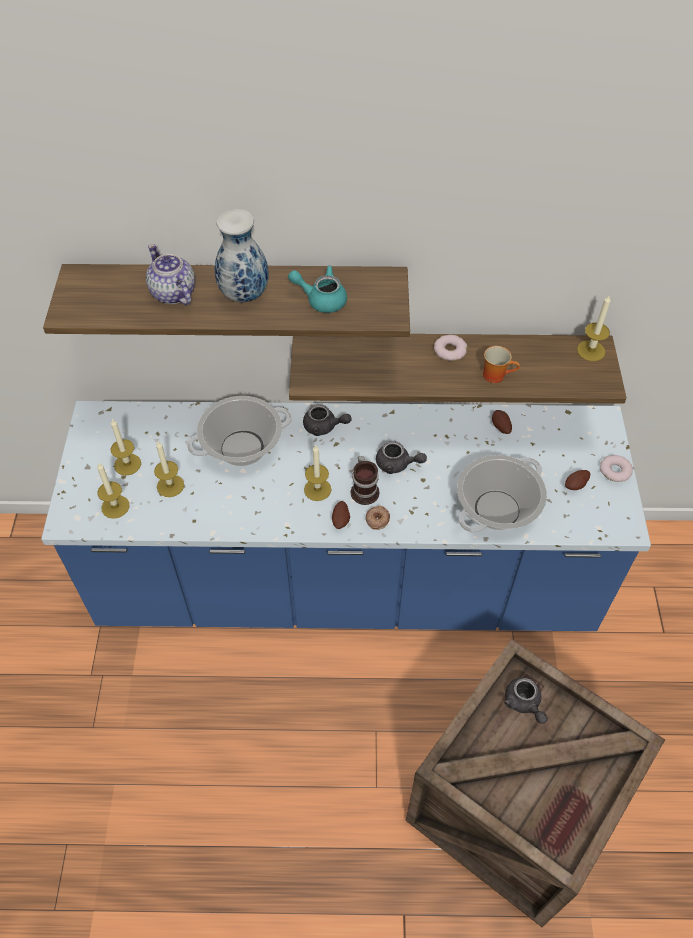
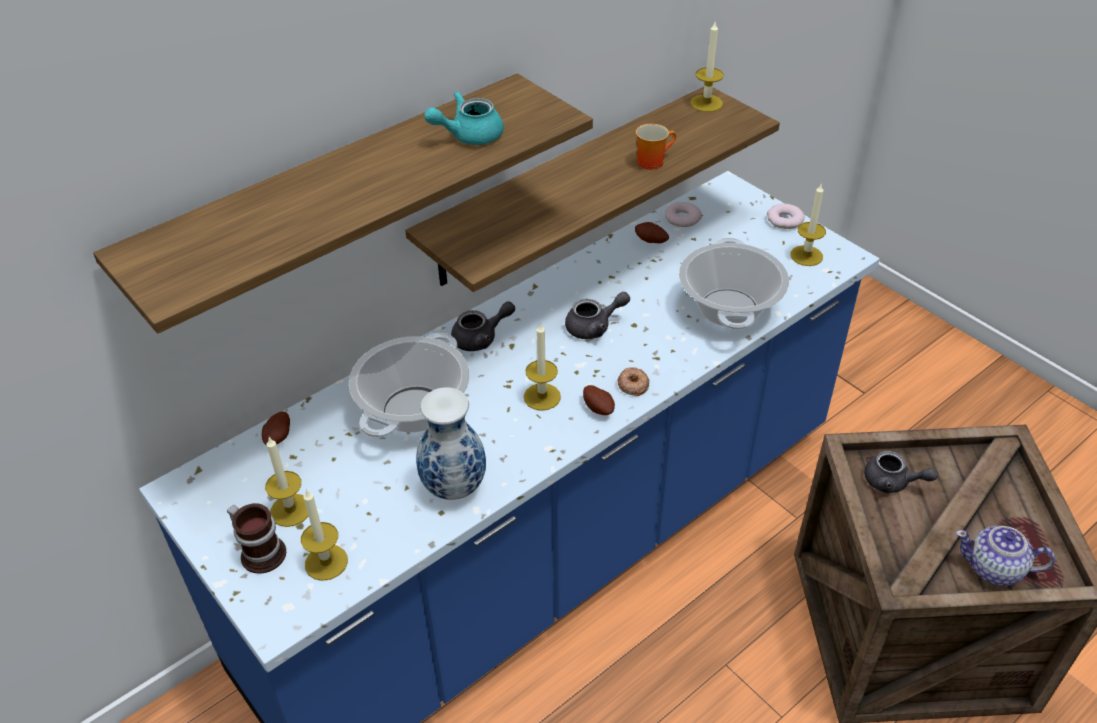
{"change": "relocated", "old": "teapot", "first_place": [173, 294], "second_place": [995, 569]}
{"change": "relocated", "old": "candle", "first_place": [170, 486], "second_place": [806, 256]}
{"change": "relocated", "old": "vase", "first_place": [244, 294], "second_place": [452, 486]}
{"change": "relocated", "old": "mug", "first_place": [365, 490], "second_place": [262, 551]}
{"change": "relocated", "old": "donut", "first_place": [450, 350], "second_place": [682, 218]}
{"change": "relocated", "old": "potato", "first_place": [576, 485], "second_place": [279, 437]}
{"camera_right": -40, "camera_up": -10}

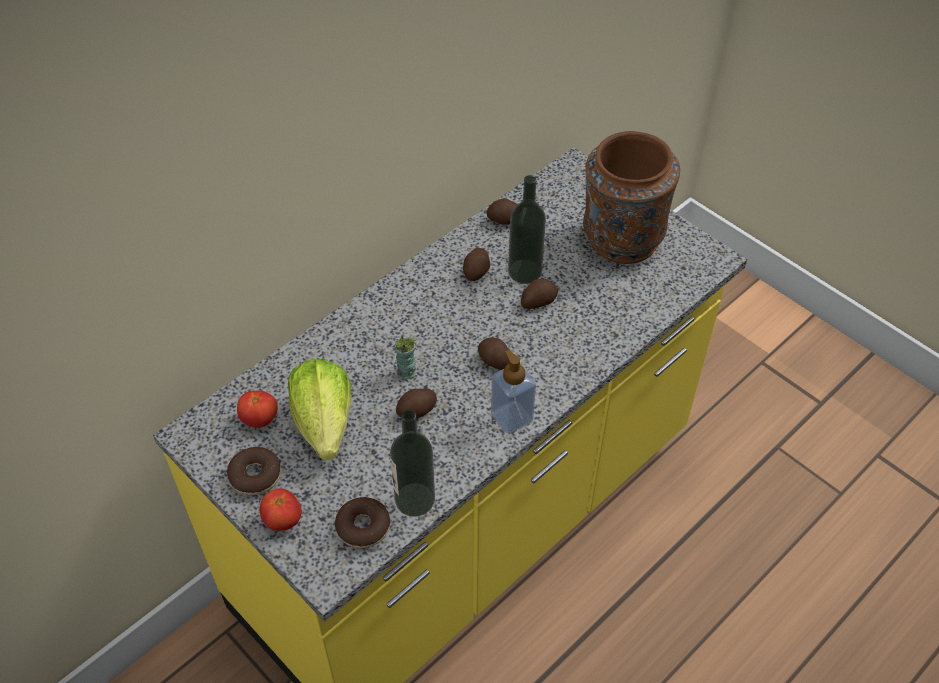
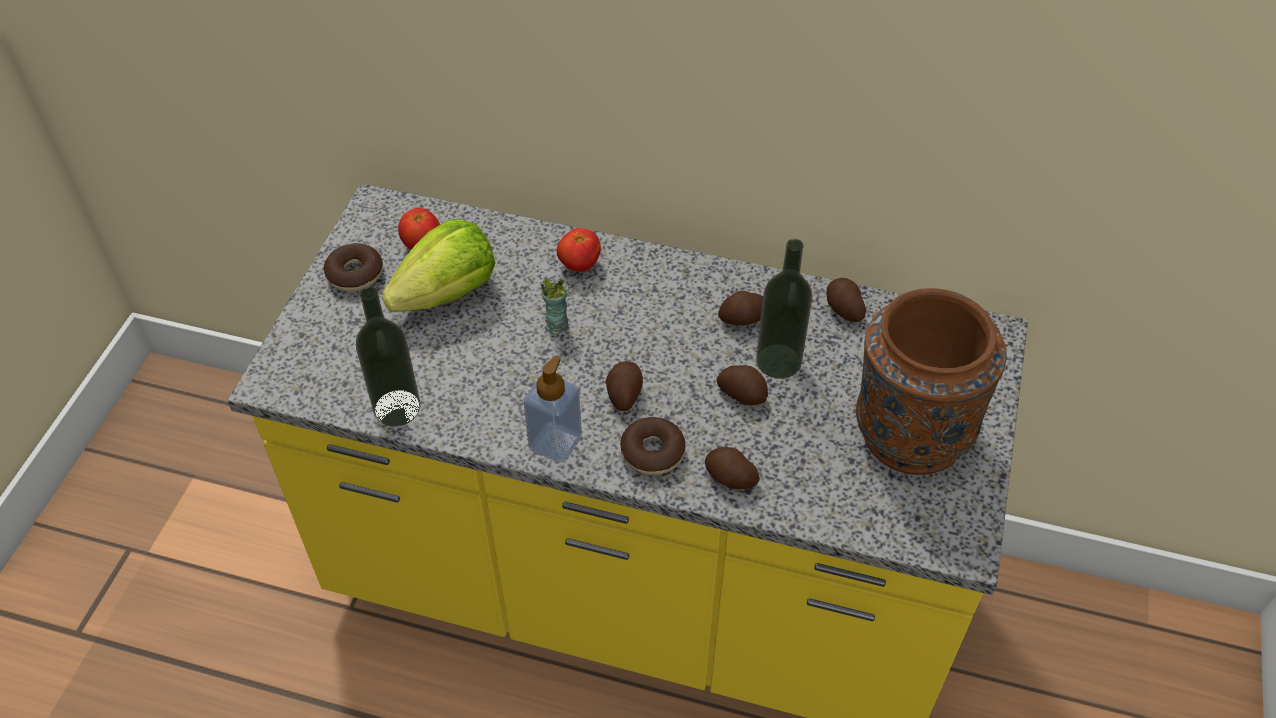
{"change": "relocated", "old": "tomato", "first_place": [283, 520], "second_place": [579, 264]}
{"change": "relocated", "old": "donut", "first_place": [363, 527], "second_place": [652, 452]}
{"change": "relocated", "old": "potato", "first_place": [417, 411], "second_place": [730, 478]}
{"camera_right": 60, "camera_up": 0}

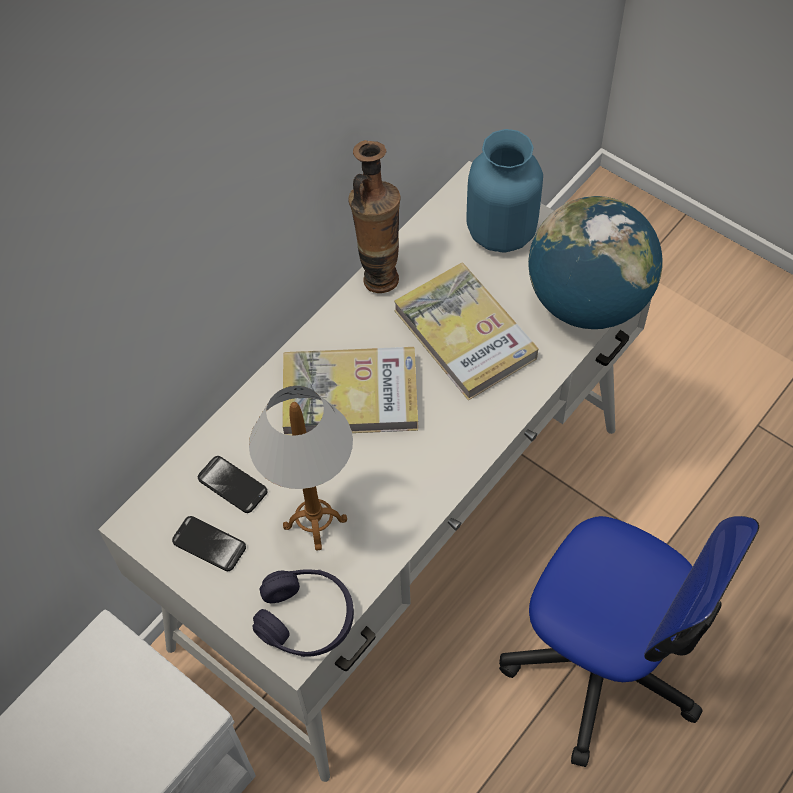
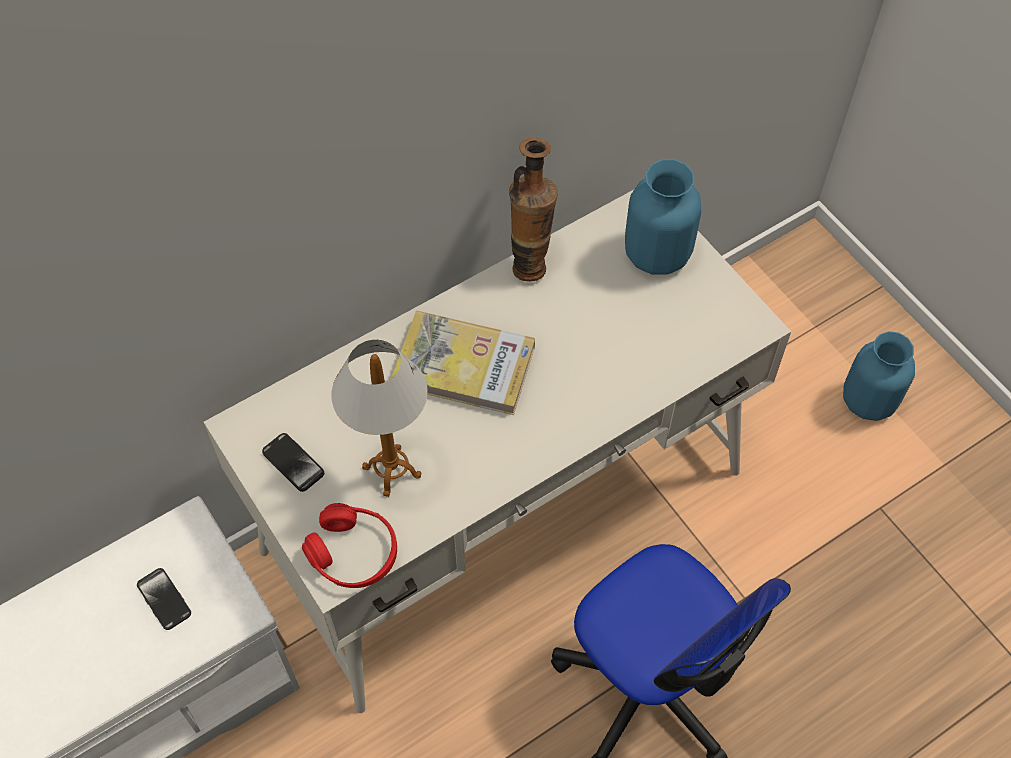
{"change": "relocated", "old": "phone", "first_place": [232, 485], "second_place": [164, 599]}
{"change": "colour", "old": "purple headphones", "new": "red headphones", "first_place": [306, 618], "second_place": [353, 553]}
{"change": "missing", "old": "book", "first_place": [465, 334]}
{"change": "missing", "old": "globe", "first_place": [587, 301]}
{"change": "appeared", "new": "blue vase", "second_place": [868, 400]}
{"camera_right": 15, "camera_up": 0}

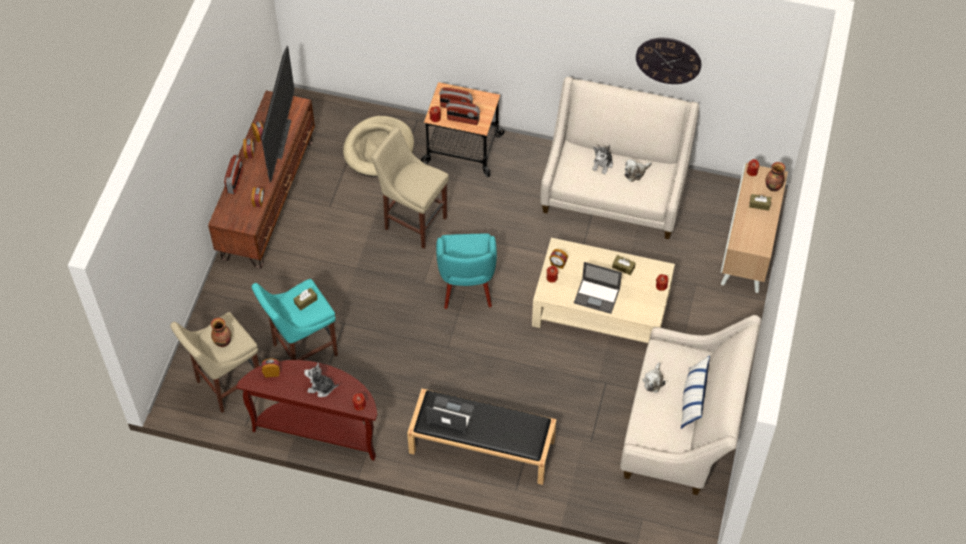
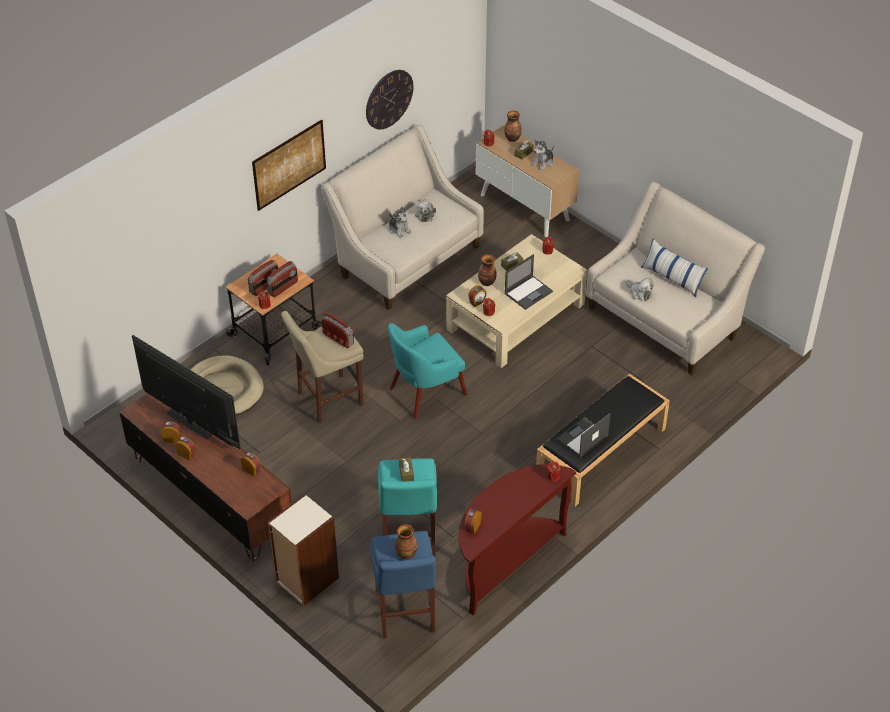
{"change": "colour", "old": "beige stool", "new": "blue stool", "first_place": [226, 385], "second_place": [405, 616]}
{"change": "relocated", "old": "radio", "first_place": [235, 181], "second_place": [338, 338]}
{"change": "relocated", "old": "plush toy", "first_place": [321, 388], "second_place": [543, 162]}
{"change": "spun", "old": "turquoise armchair", "first_place": [466, 285], "second_place": [425, 392], "degrees": 120}
{"change": "appeared", "new": "picture", "second_place": [289, 164]}
{"change": "appeared", "new": "bookcase", "second_place": [306, 580]}
{"change": "appeared", "new": "vase", "second_place": [486, 282]}
{"camera_right": -60, "camera_up": -10}

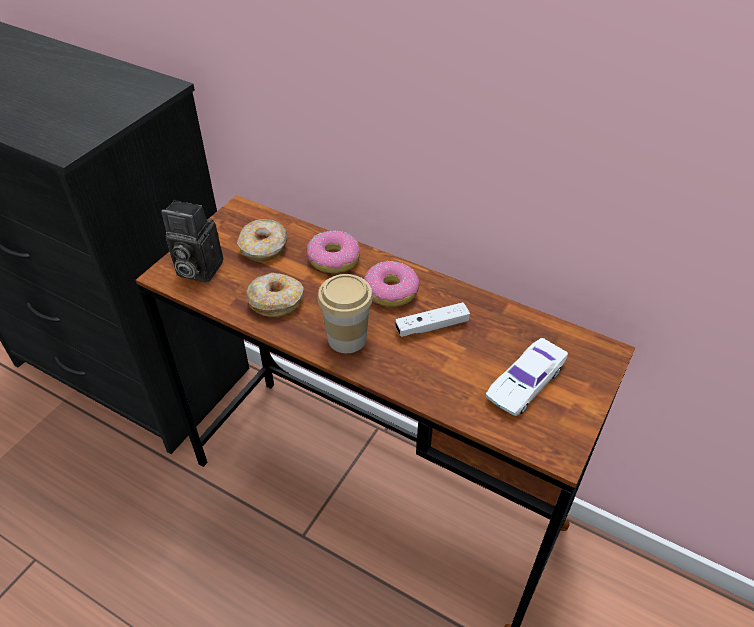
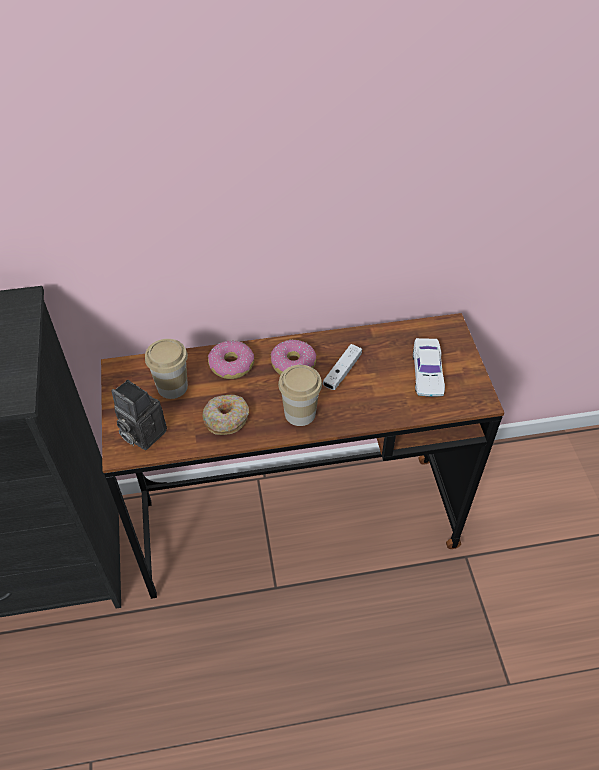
{"change": "spun", "old": "photo camera", "first_place": [196, 269], "second_place": [141, 433], "degrees": 60}
{"change": "exchanged", "old": "donut", "new": "cup", "first_place": [264, 248], "second_place": [172, 386]}
{"camera_right": -40, "camera_up": 5}

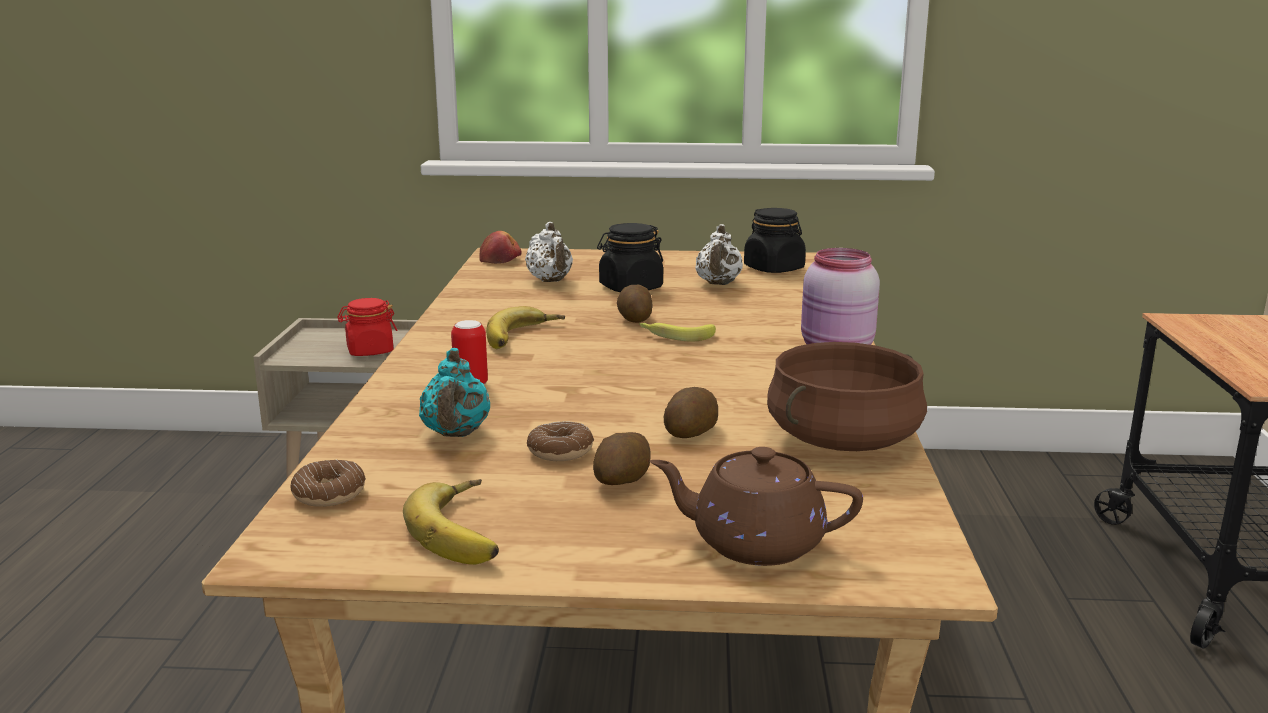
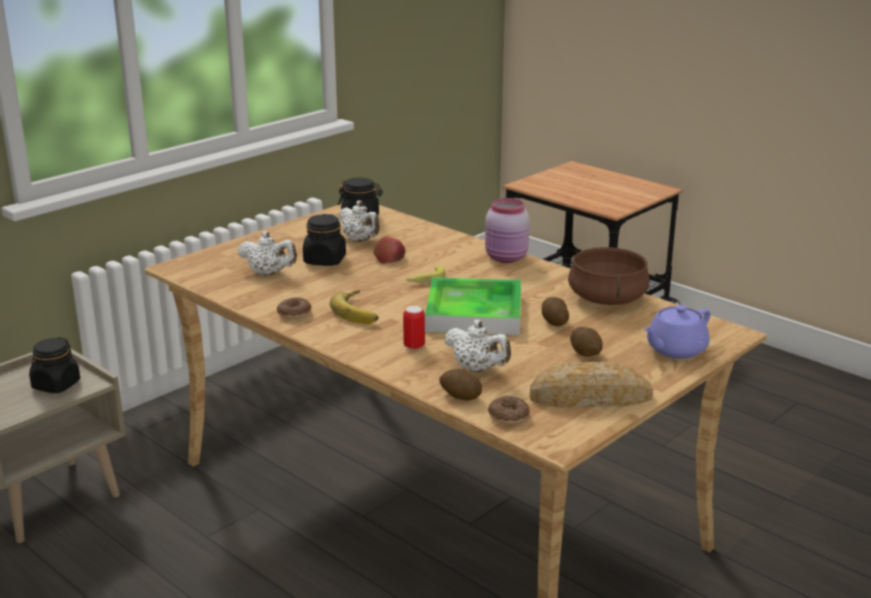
{"change": "colour", "old": "red jar", "new": "black jar", "first_place": [369, 351], "second_place": [56, 385]}
{"change": "exchanged", "old": "banana", "new": "bread", "first_place": [468, 530], "second_place": [590, 397]}
{"change": "colour", "old": "turquoise teapot", "new": "white teapot", "first_place": [456, 434], "second_place": [477, 369]}
{"change": "relocated", "old": "apple", "first_place": [500, 260], "second_place": [389, 257]}
{"change": "relocated", "old": "donut", "first_place": [560, 451], "second_place": [294, 314]}
{"change": "relocated", "old": "potato", "first_place": [634, 319], "second_place": [460, 396]}
{"change": "colour", "old": "brown teapot", "new": "purple teapot", "first_place": [754, 543], "second_place": [675, 350]}
{"change": "appeared", "new": "tray", "second_place": [474, 313]}
{"camera_right": -50, "camera_up": 5}

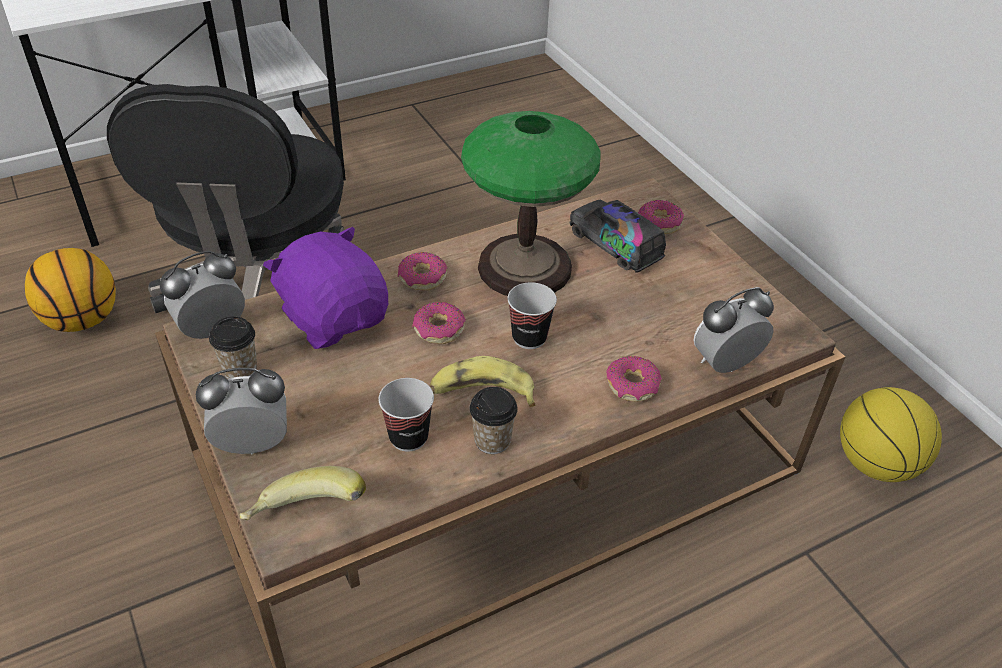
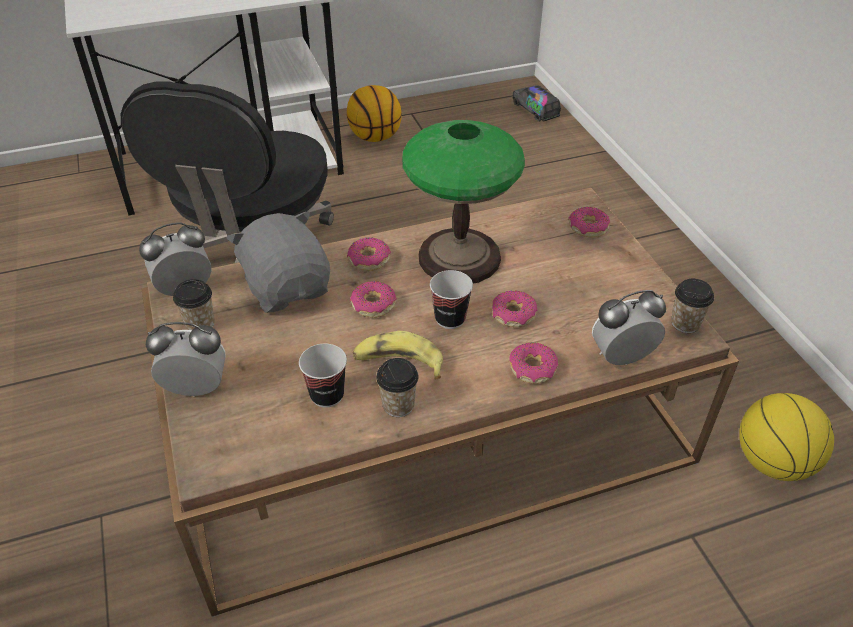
{"change": "relocated", "old": "basketball", "first_place": [82, 320], "second_place": [375, 137]}
{"change": "missing", "old": "banana", "first_place": [306, 518]}
{"change": "colour", "old": "purple plush toy", "new": "grey plush toy", "first_place": [334, 318], "second_place": [287, 288]}
{"change": "relocated", "old": "toy truck", "first_place": [615, 245], "second_place": [535, 110]}
{"change": "appeared", "new": "donut", "second_place": [513, 315]}
{"change": "appeared", "new": "cup", "second_place": [685, 323]}
{"camera_right": 10, "camera_up": 0}

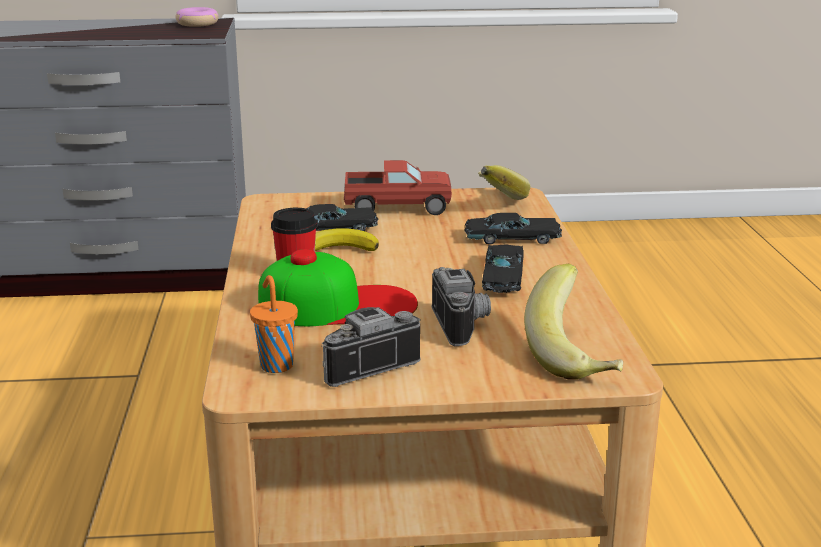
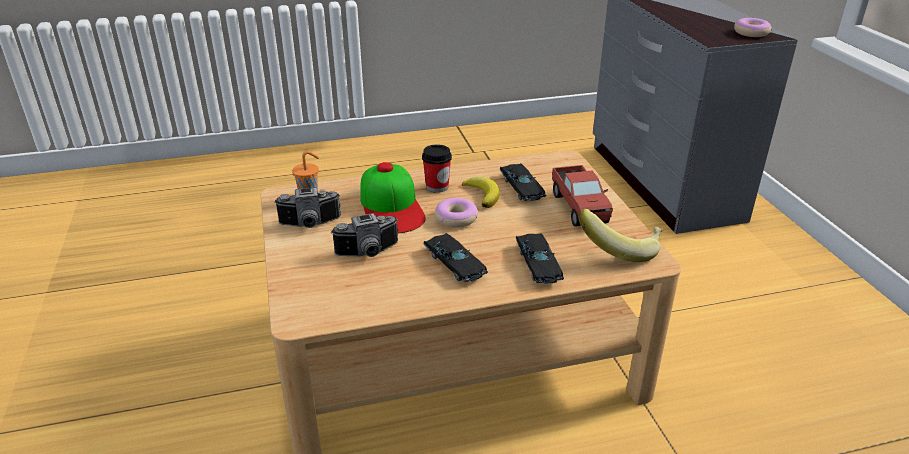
{"change": "spun", "old": "photo camera", "first_place": [365, 365], "second_place": [310, 225], "degrees": 120}
{"change": "spun", "old": "black toy car", "first_place": [503, 277], "second_place": [454, 264], "degrees": -120}
{"change": "missing", "old": "banana", "first_place": [577, 357]}
{"change": "appeared", "new": "donut", "second_place": [456, 218]}
{"camera_right": 80, "camera_up": 10}

